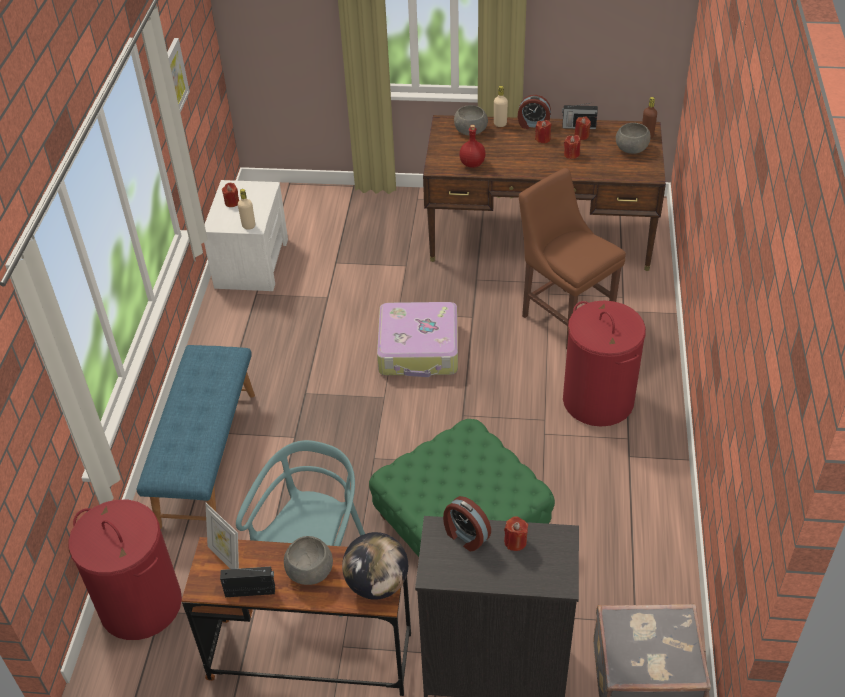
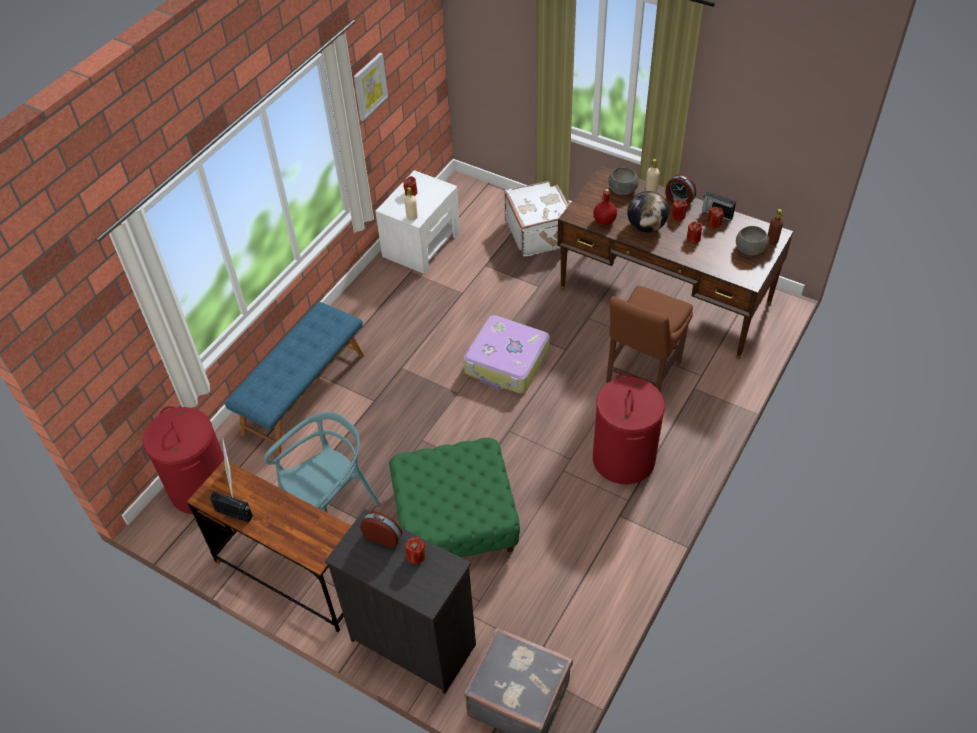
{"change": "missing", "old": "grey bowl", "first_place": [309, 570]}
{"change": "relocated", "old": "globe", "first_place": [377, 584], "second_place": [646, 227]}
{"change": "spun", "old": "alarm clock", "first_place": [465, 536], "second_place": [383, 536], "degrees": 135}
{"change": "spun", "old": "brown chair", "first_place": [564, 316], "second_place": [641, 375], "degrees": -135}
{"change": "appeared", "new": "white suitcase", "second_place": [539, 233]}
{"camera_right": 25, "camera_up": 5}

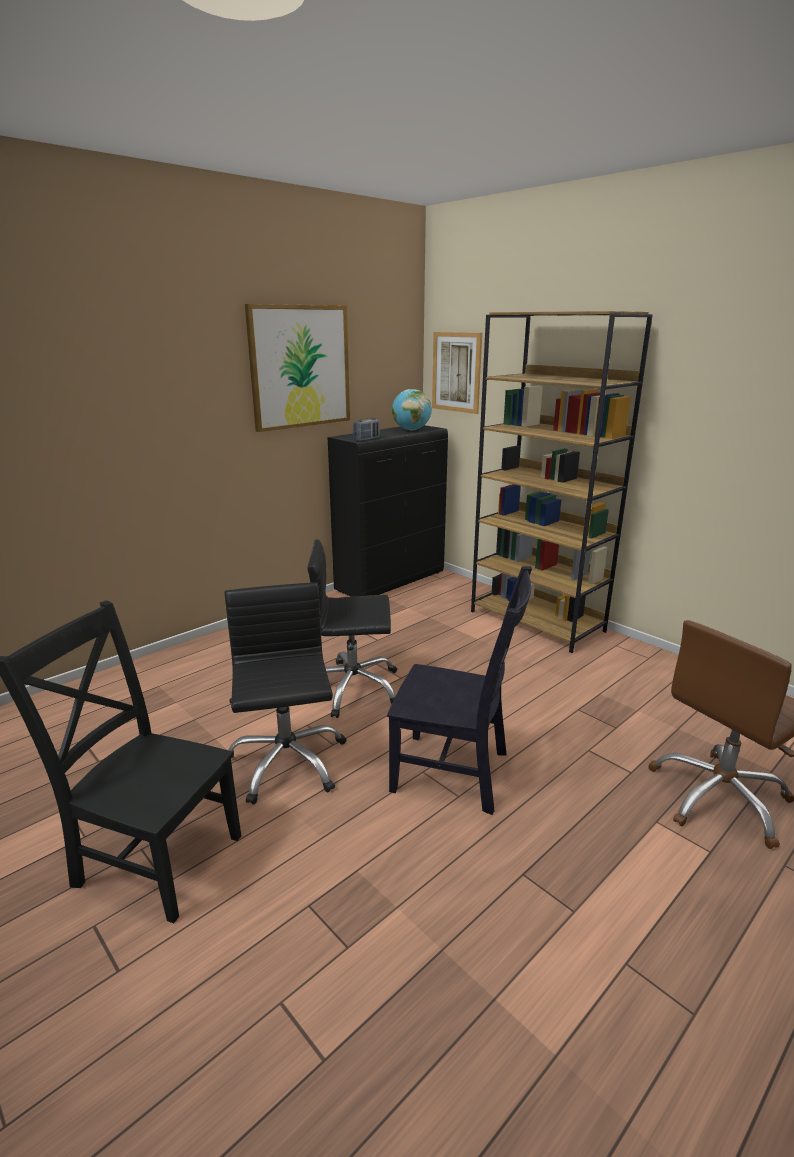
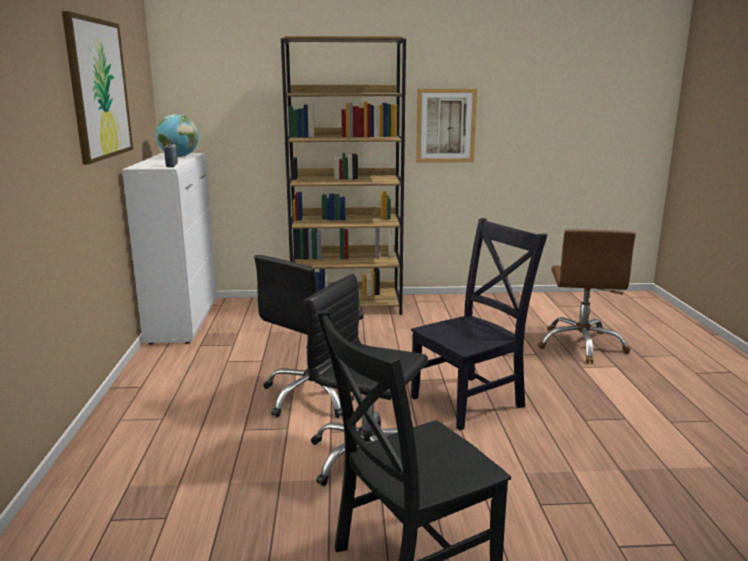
{"change": "colour", "old": "black cabinet", "new": "white cabinet", "first_place": [391, 581], "second_place": [183, 321]}
{"change": "relocated", "old": "picture", "first_place": [456, 372], "second_place": [445, 126]}
{"camera_right": -50, "camera_up": -5}

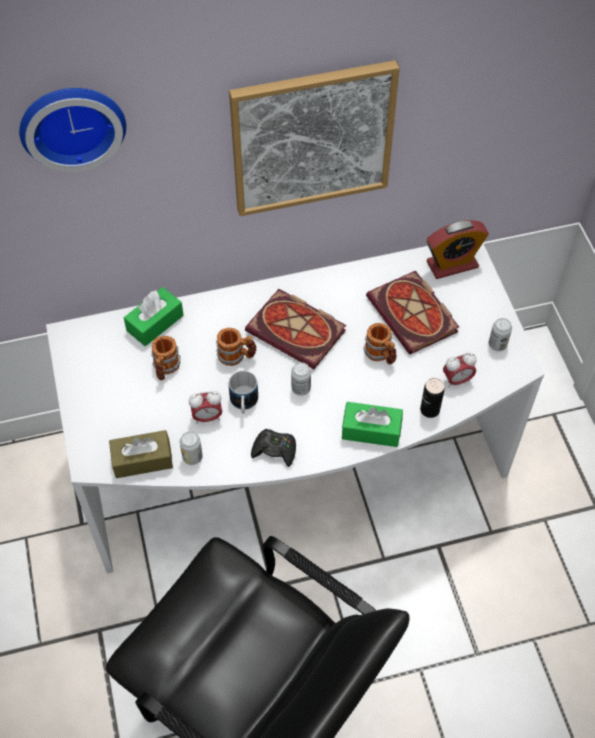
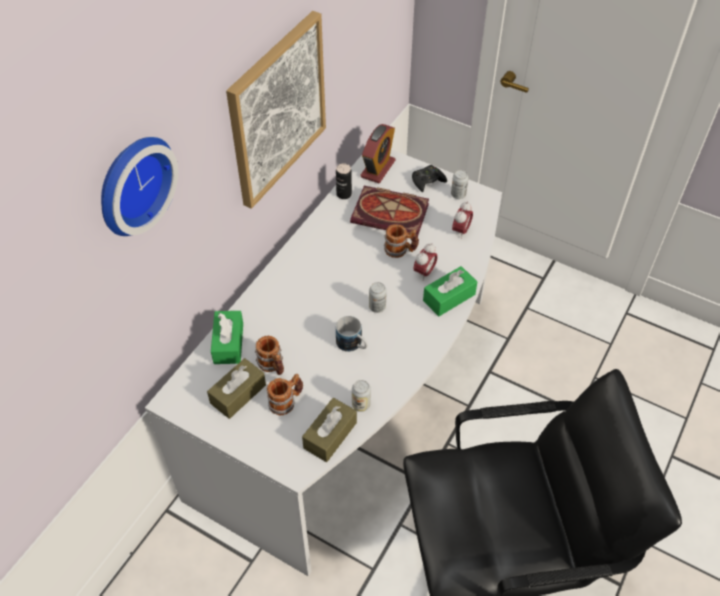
{"change": "relocated", "old": "alarm clock", "first_place": [207, 417], "second_place": [424, 272]}
{"change": "relocated", "old": "mug", "first_place": [236, 356], "second_place": [286, 401]}
{"change": "missing", "old": "book", "first_place": [298, 331]}
{"change": "relocated", "old": "black game controller", "first_place": [274, 450], "second_place": [427, 181]}
{"change": "relocated", "old": "can", "first_place": [430, 410], "second_place": [344, 194]}
{"change": "appeared", "new": "brown tissue box", "second_place": [238, 394]}
{"camera_right": -45, "camera_up": -5}

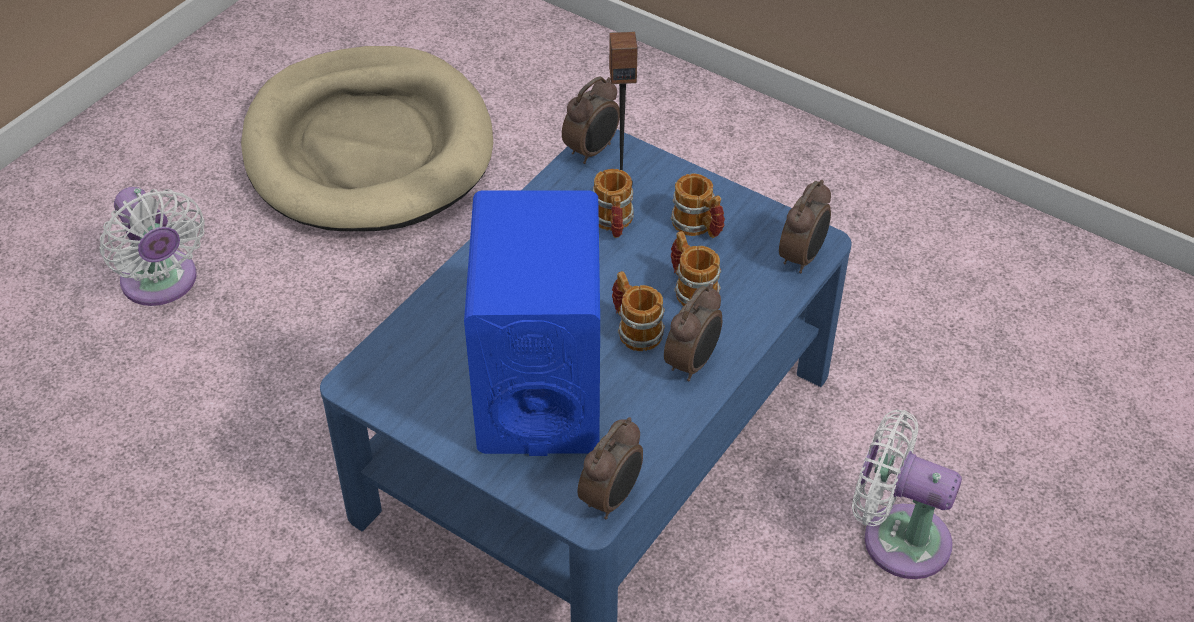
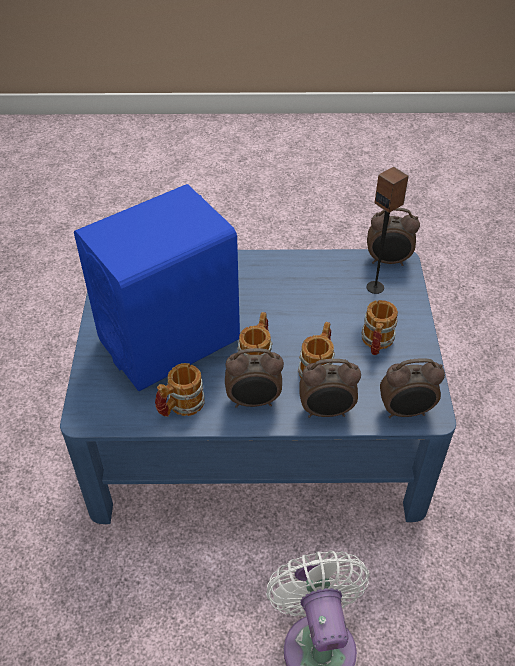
{"change": "missing", "old": "white fan", "first_place": [162, 284]}
{"change": "missing", "old": "beige dog bed", "first_place": [369, 147]}
{"change": "relocated", "old": "alarm clock", "first_place": [612, 498], "second_place": [326, 412]}
{"change": "relocated", "old": "mug", "first_place": [613, 224], "second_place": [180, 406]}
{"camera_right": 55, "camera_up": 0}

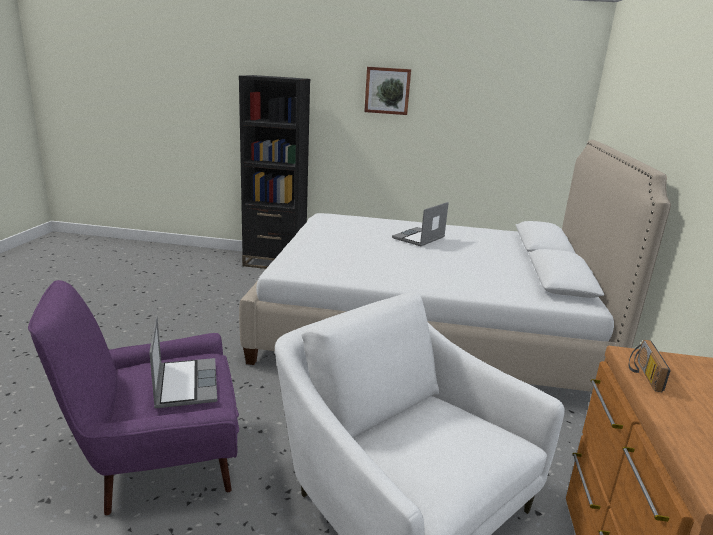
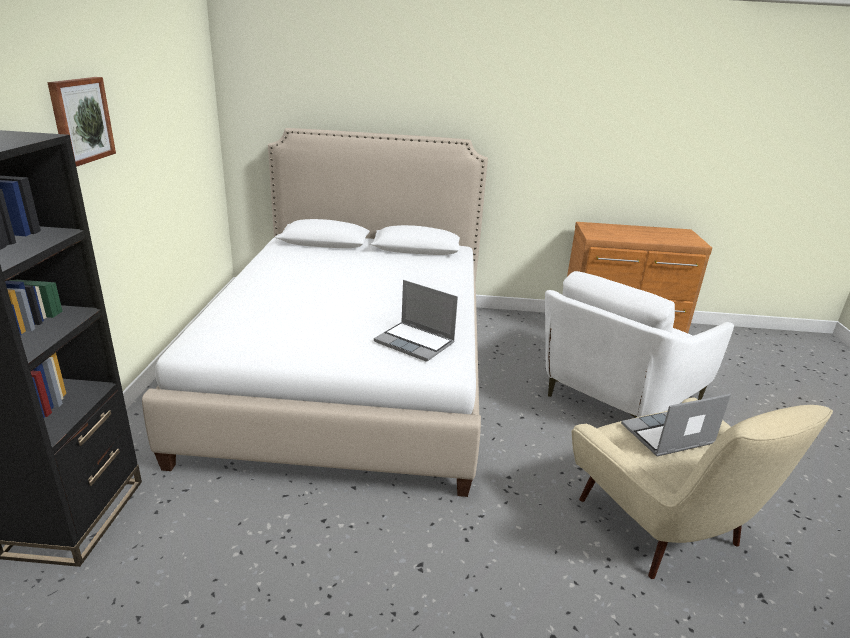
{"change": "colour", "old": "purple armchair", "new": "beige armchair", "first_place": [158, 463], "second_place": [663, 529]}
{"change": "relocated", "old": "laptop", "first_place": [419, 238], "second_place": [416, 343]}
{"change": "missing", "old": "radio", "first_place": [642, 374]}
{"camera_right": -95, "camera_up": 5}

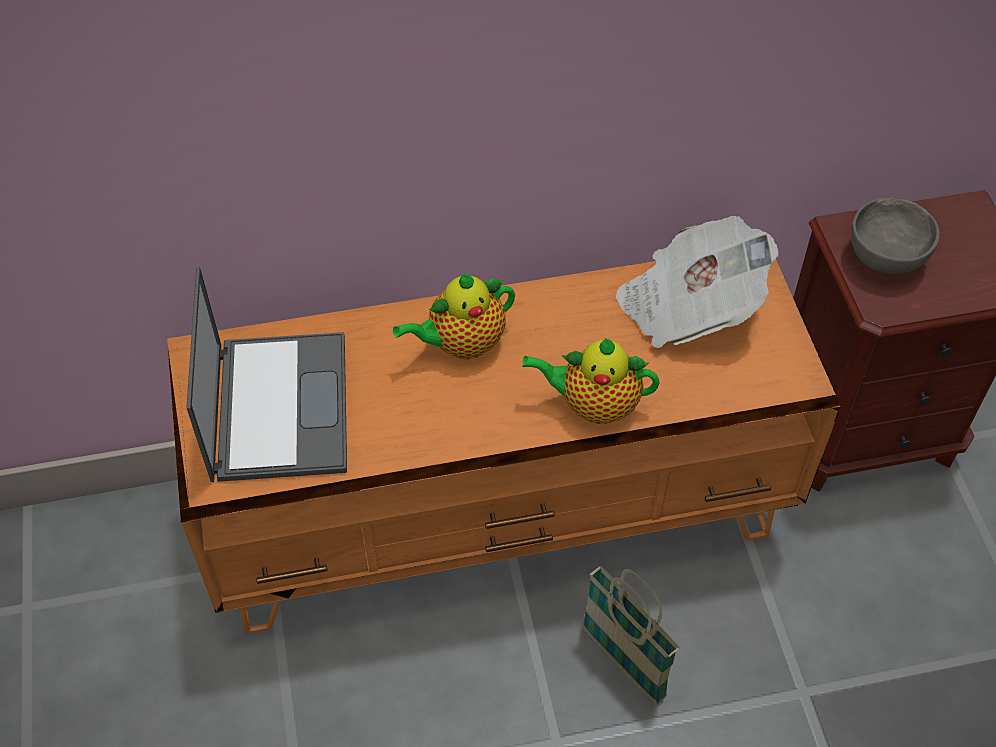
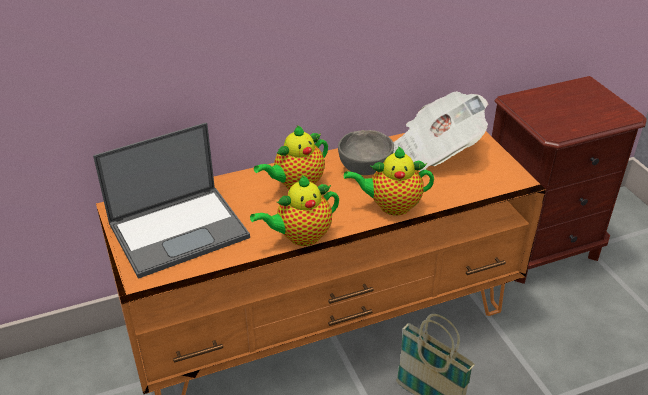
{"change": "spun", "old": "laptop", "first_place": [278, 405], "second_place": [180, 229], "degrees": 75}
{"change": "relocated", "old": "grey bowl", "first_place": [886, 258], "second_place": [365, 168]}
{"change": "appeared", "new": "teapot", "second_place": [300, 236]}
{"camera_right": -10, "camera_up": -15}

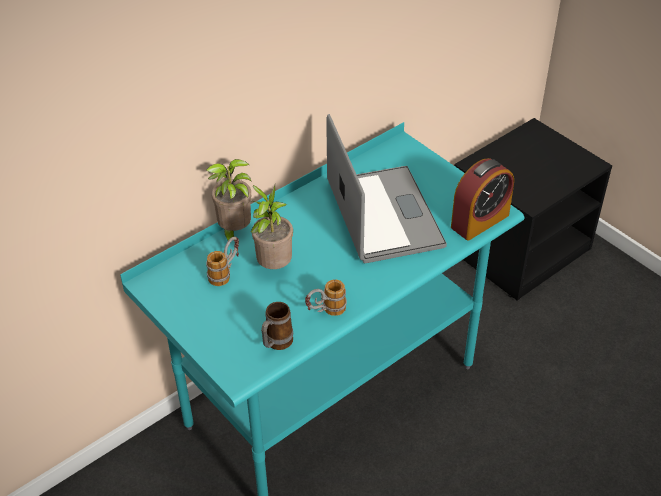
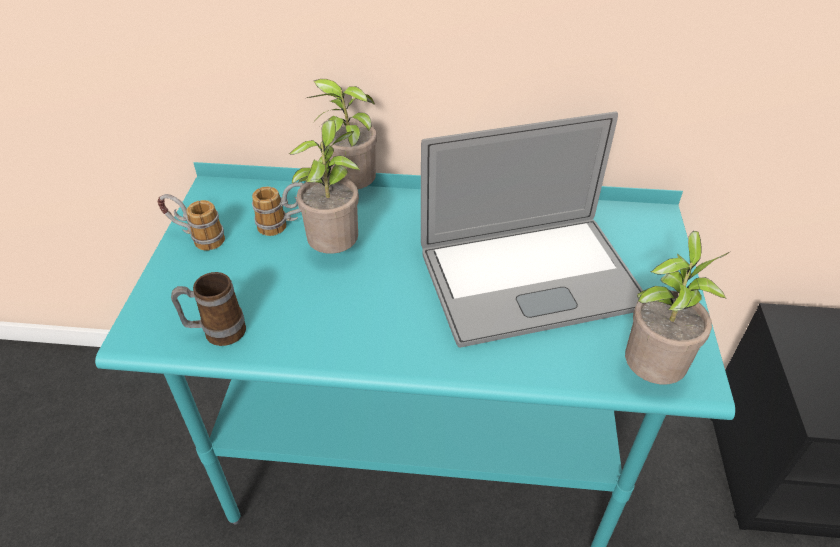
{"change": "relocated", "old": "mug", "first_place": [325, 312], "second_place": [196, 238]}
{"change": "spun", "old": "laptop", "first_place": [384, 214], "second_place": [530, 278], "degrees": 45}
{"change": "exchanged", "old": "alarm clock", "new": "potted plant", "first_place": [480, 221], "second_place": [650, 373]}
{"camera_right": 45, "camera_up": 0}

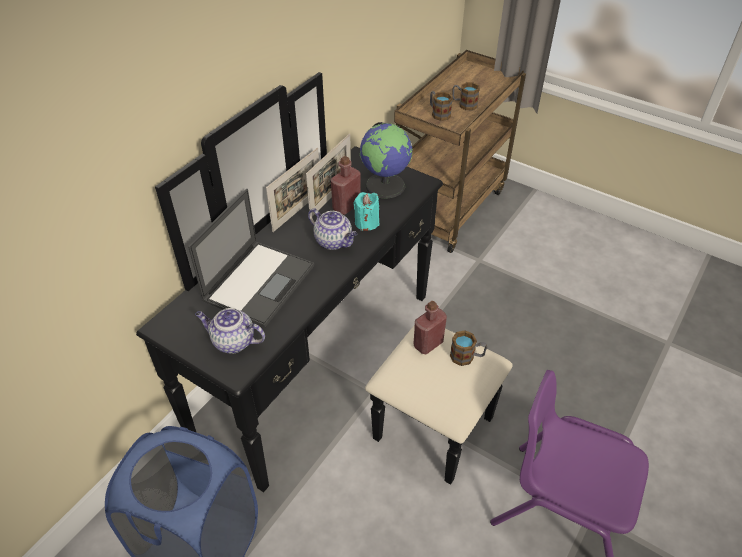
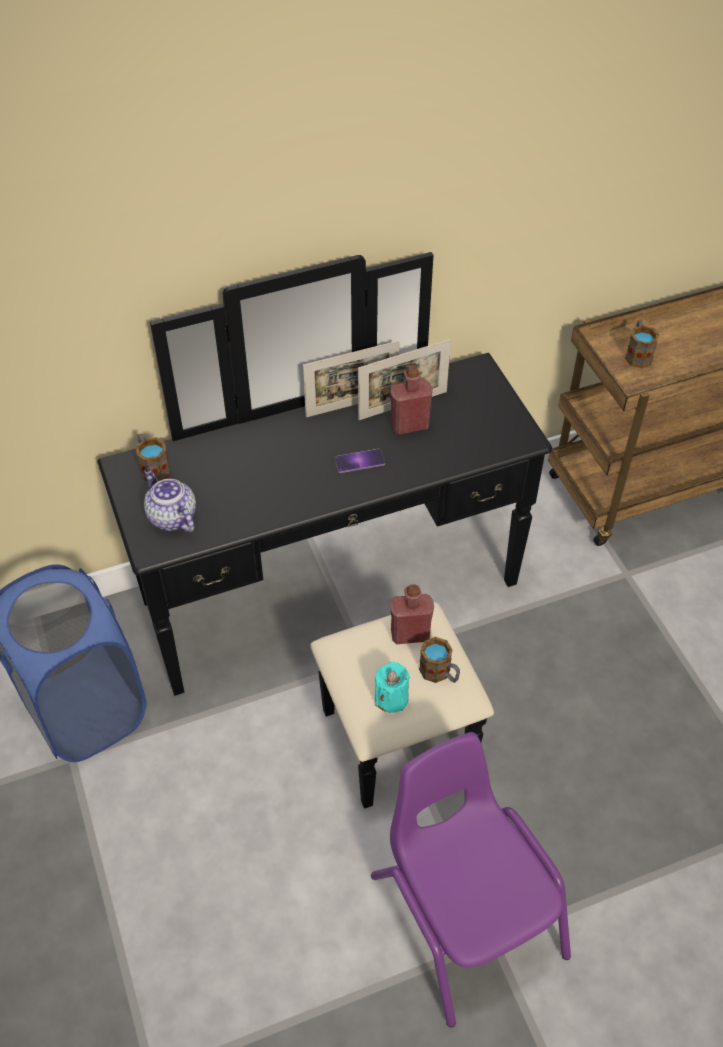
{"change": "missing", "old": "laptop", "first_place": [259, 282]}
{"change": "exchanged", "old": "teapot", "new": "phone", "first_place": [334, 241], "second_place": [359, 461]}
{"change": "relocated", "old": "turquoise candle", "first_place": [366, 223], "second_place": [391, 698]}
{"change": "missing", "old": "globe", "first_place": [386, 185]}
{"change": "relocated", "old": "mug", "first_place": [464, 104], "second_place": [152, 467]}
{"camera_right": 35, "camera_up": 5}

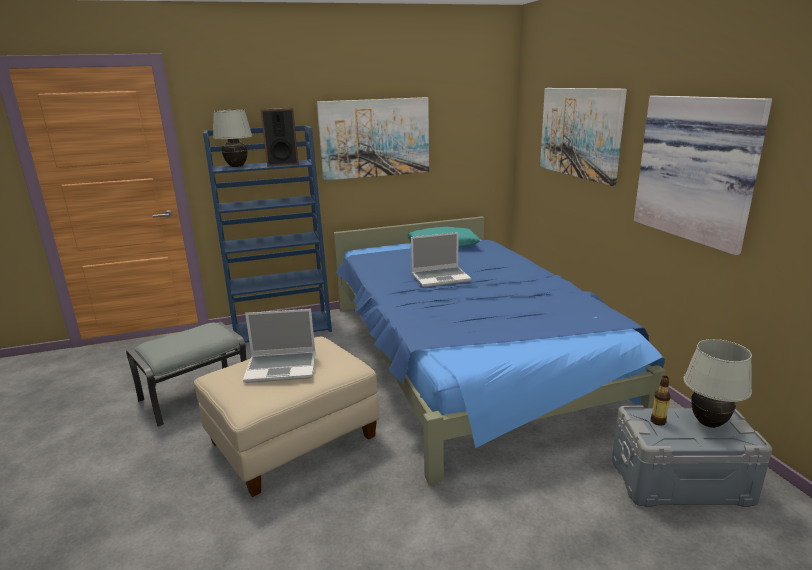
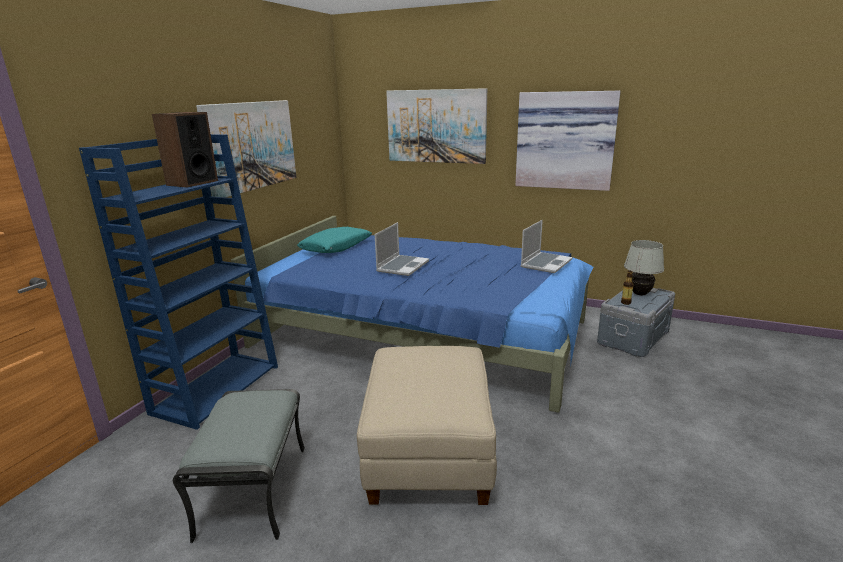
{"change": "missing", "old": "white table lamp", "first_place": [237, 166]}
{"change": "relocated", "old": "laptop", "first_place": [282, 367], "second_place": [545, 263]}
{"camera_right": -50, "camera_up": 0}

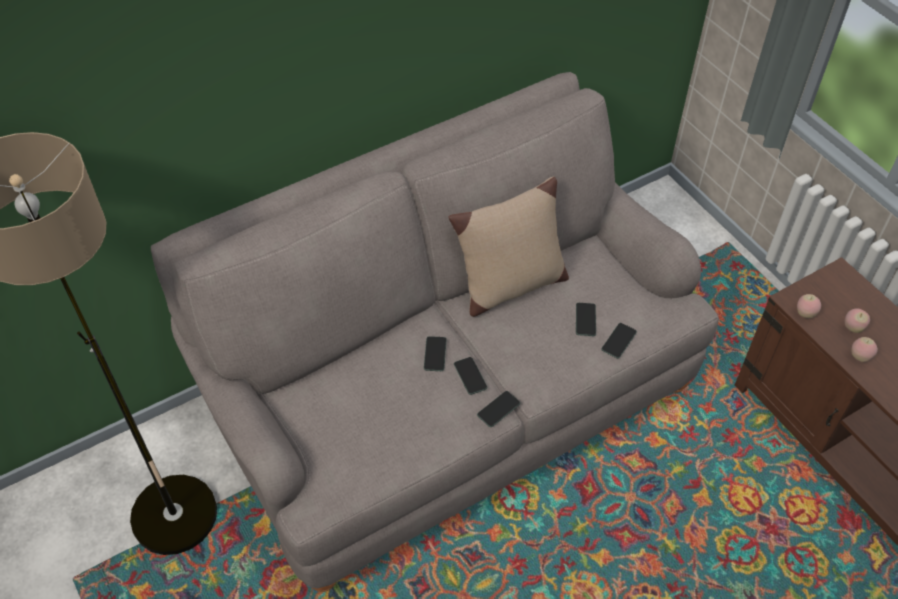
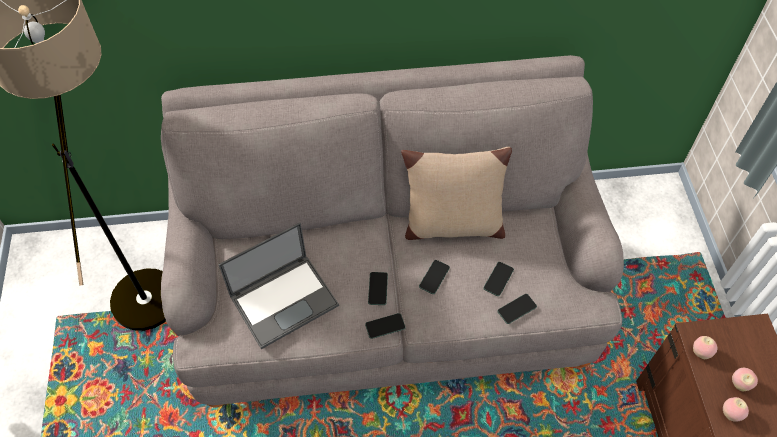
{"change": "relocated", "old": "phone", "first_place": [435, 354], "second_place": [434, 277]}
{"change": "appeared", "new": "laptop", "second_place": [285, 299]}
{"camera_right": 25, "camera_up": 5}

